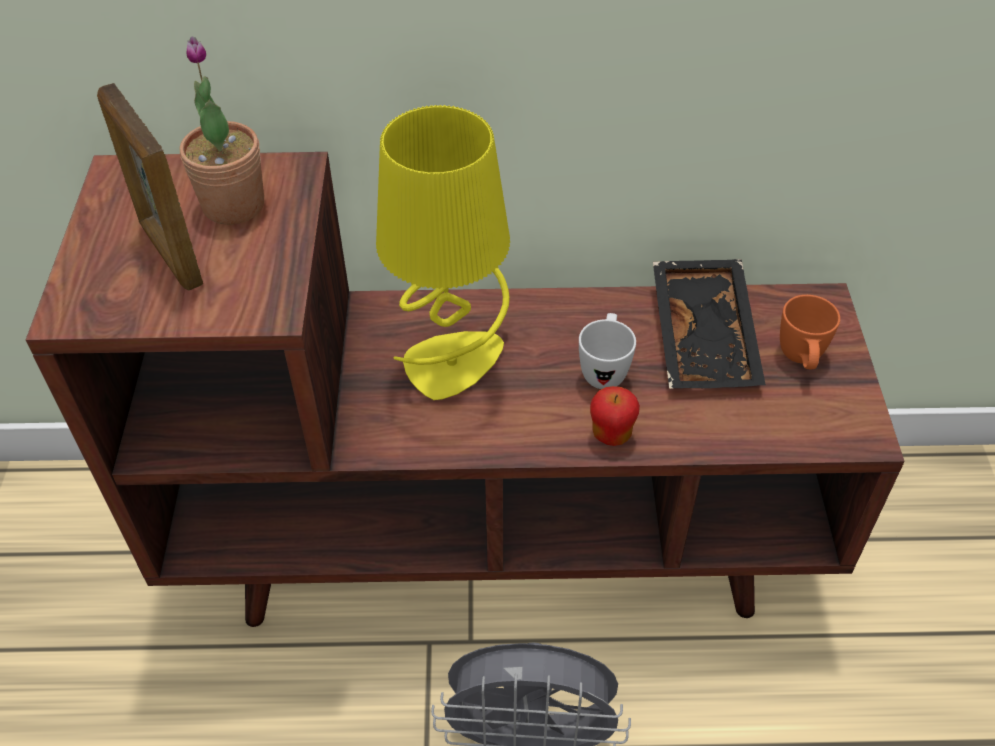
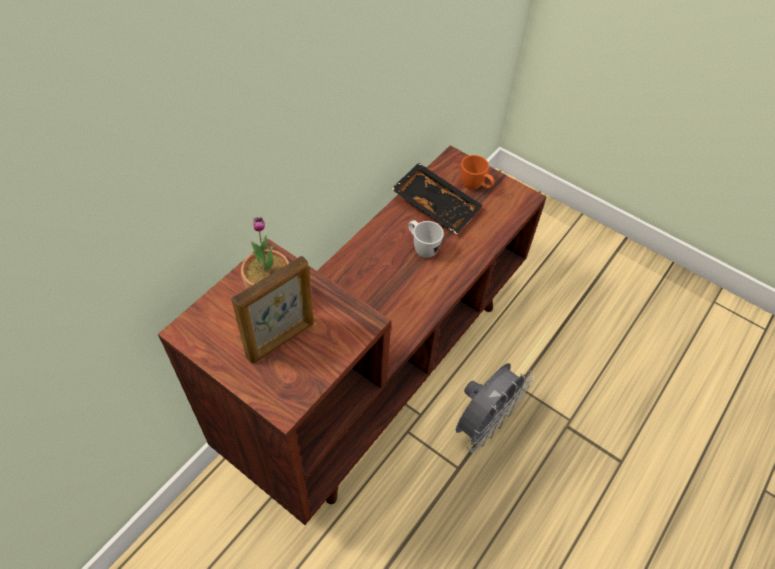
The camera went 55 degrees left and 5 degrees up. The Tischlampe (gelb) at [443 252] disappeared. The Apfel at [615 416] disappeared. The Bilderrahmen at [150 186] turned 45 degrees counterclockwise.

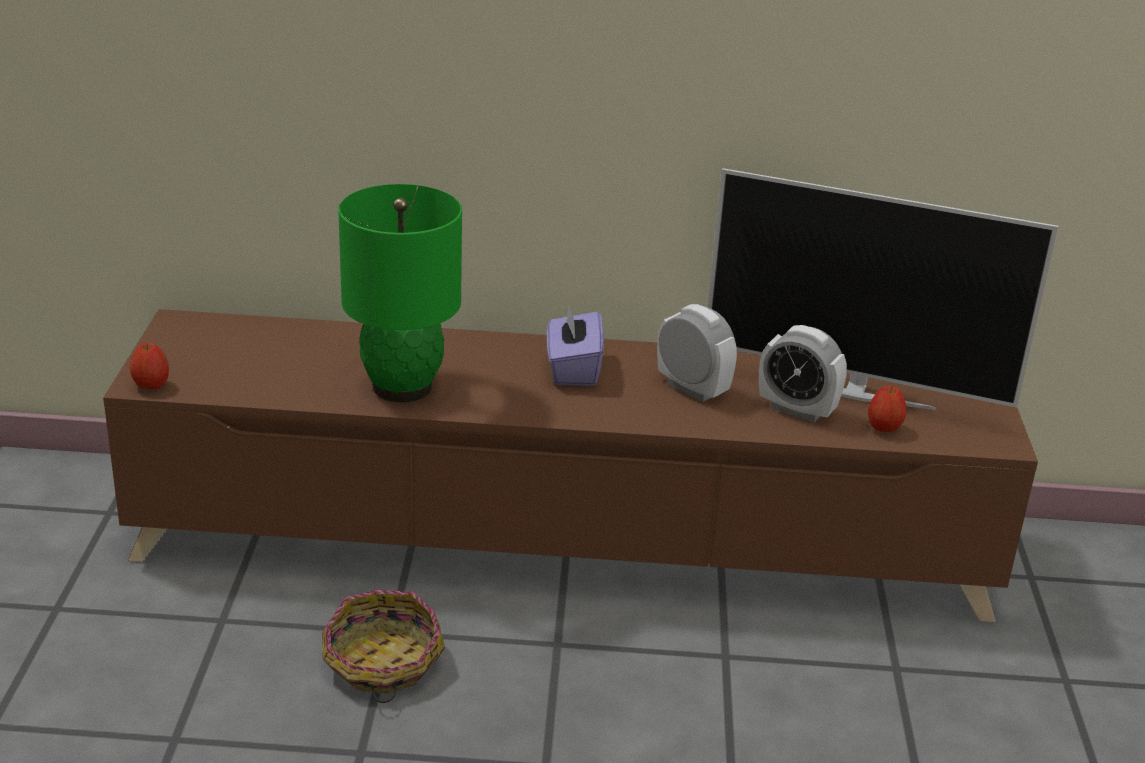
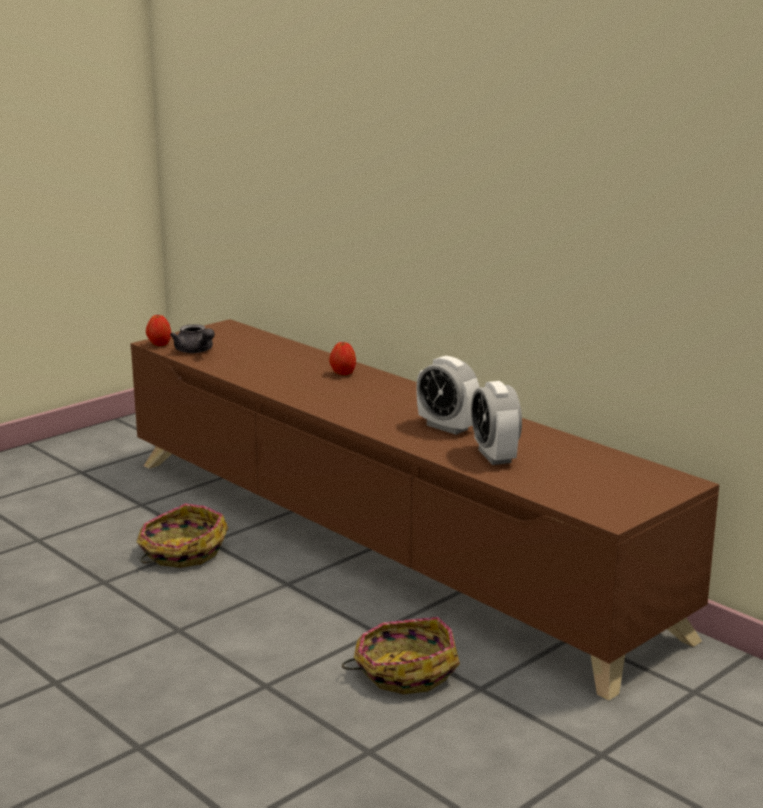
The camera went 45 degrees right and 10 degrees down. The Tischlampe (grün) at [400 293] disappeared. The Taschentuchbox (lila) at [575 345] disappeared. The Fernseher at [883 289] disappeared. The Teekanne (grau) at [192 338] appeared. The Korb at [401 655] appeared. The Apfel moved from [887 409] to [342 358]. The Wecker at [697 353] turned 135 degrees clockwise.

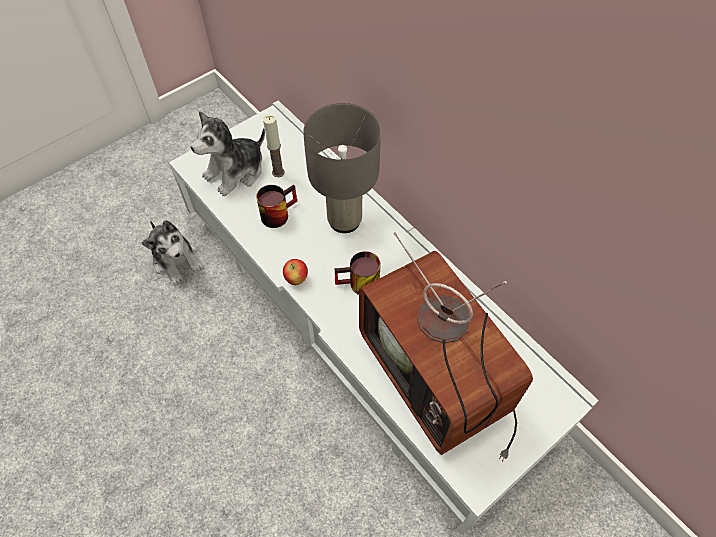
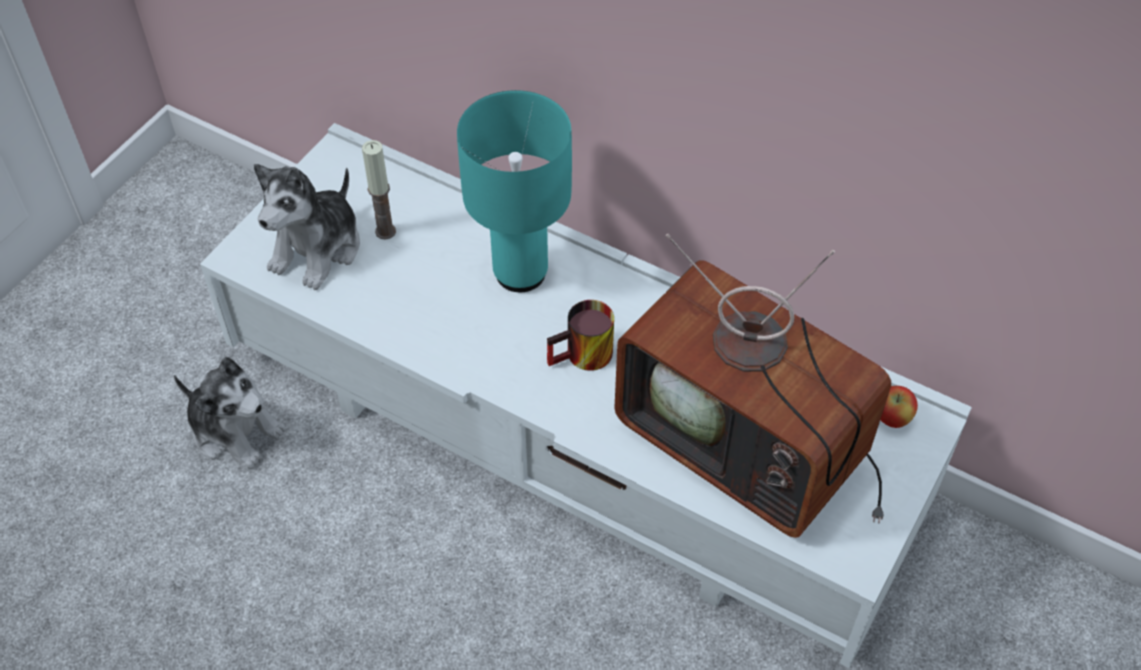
The camera went 20 degrees left and 5 degrees down. The Henkelbecher at [276 206] disappeared. The Apfel moved from [295 272] to [899 407]. The Tischlampe (grau) at [342 168] became the Tischlampe (türkis) at [514 191].

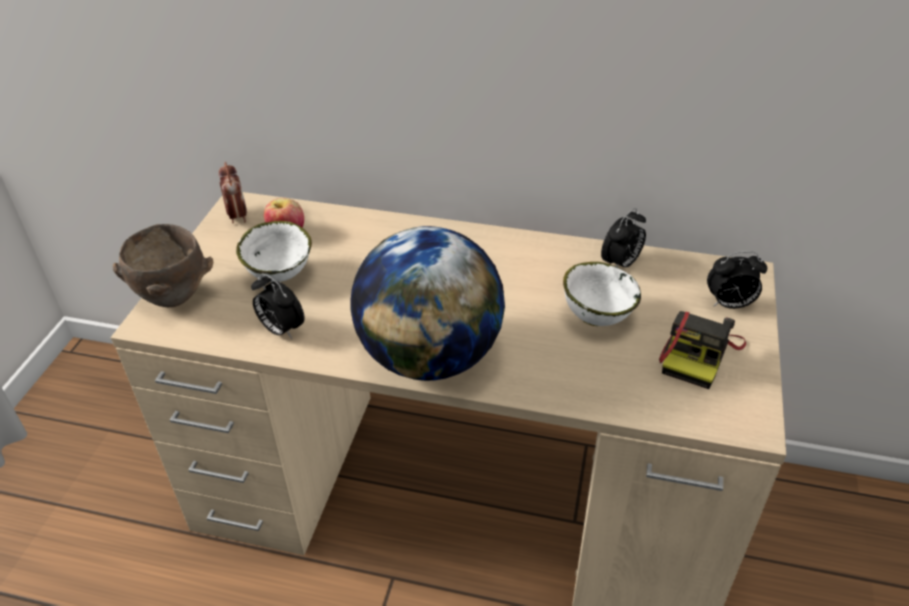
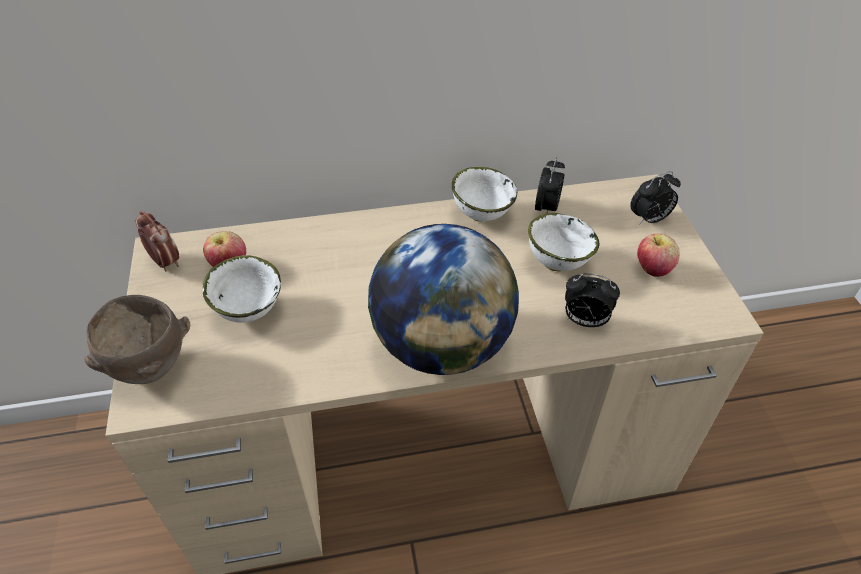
The camera went 25 degrees left and 5 degrees up. The Schüssel (weiß) at [484 194] appeared. The Wecker moved from [278 306] to [592 300]. The Kamera at [702 350] was replaced by the Apfel at [658 255].

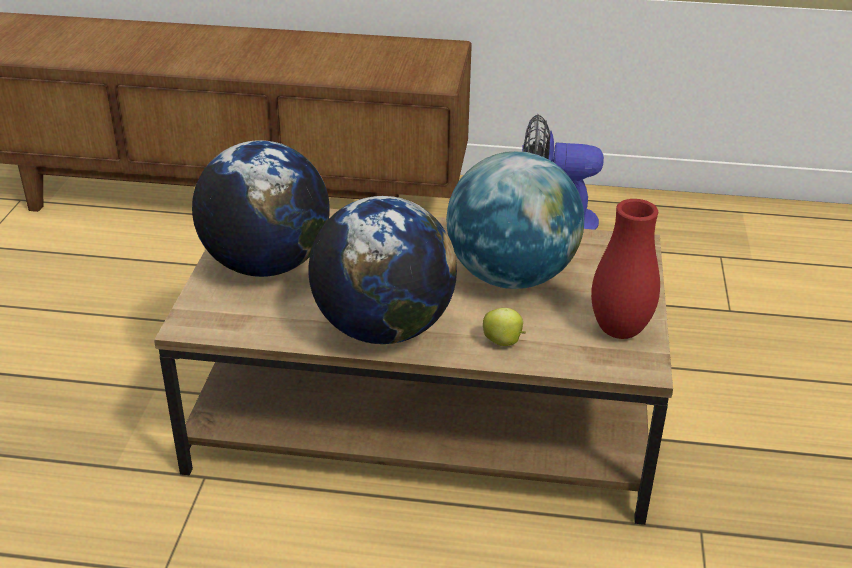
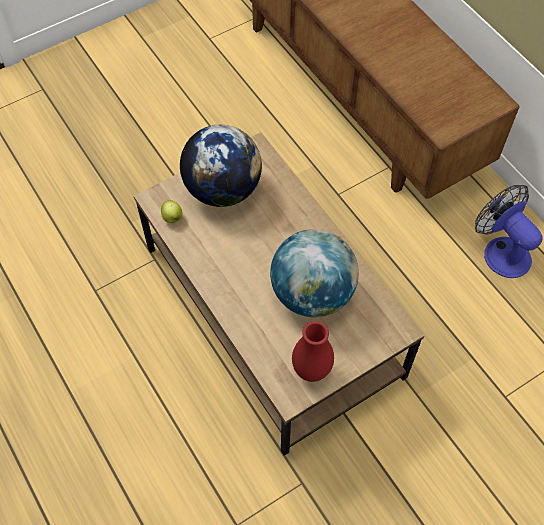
The camera went 50 degrees right and 25 degrees up. The Globus at [382 270] disappeared. The Apfel moved from [504 327] to [171 211].

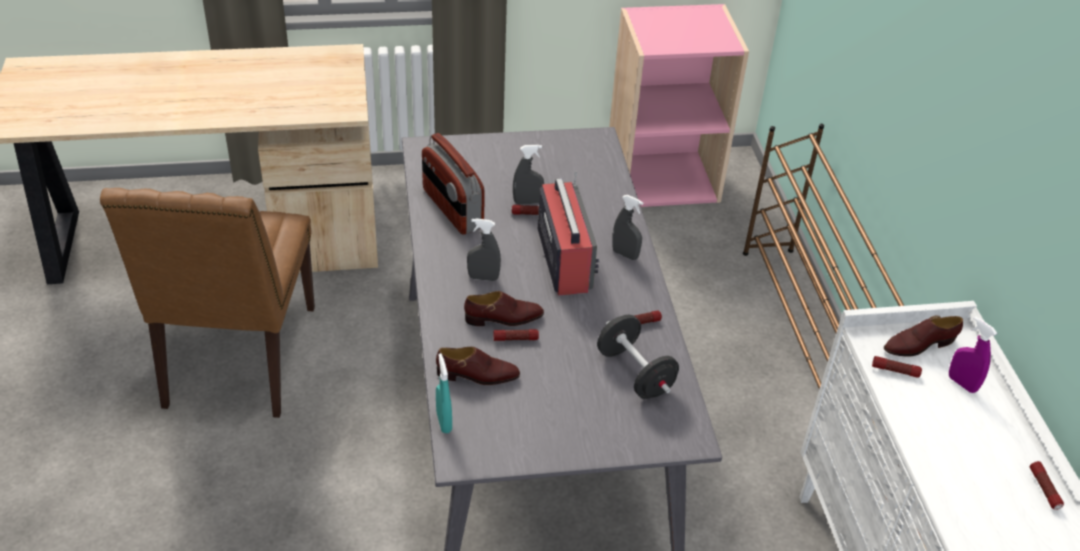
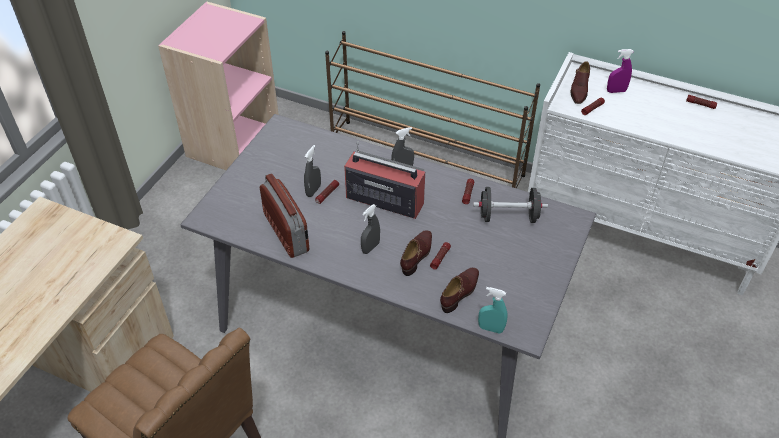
The camera went 55 degrees left and 5 degrees up. The Radio at [453 184] turned 120 degrees counterclockwise.

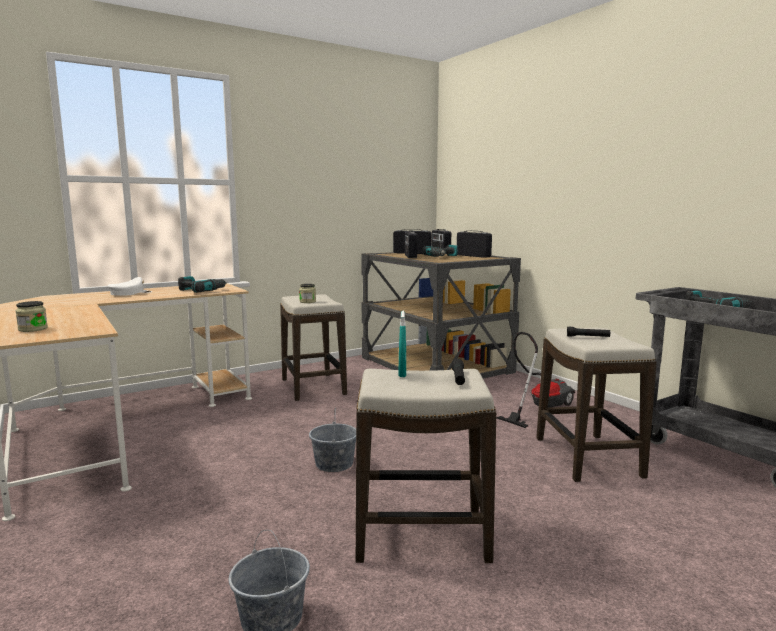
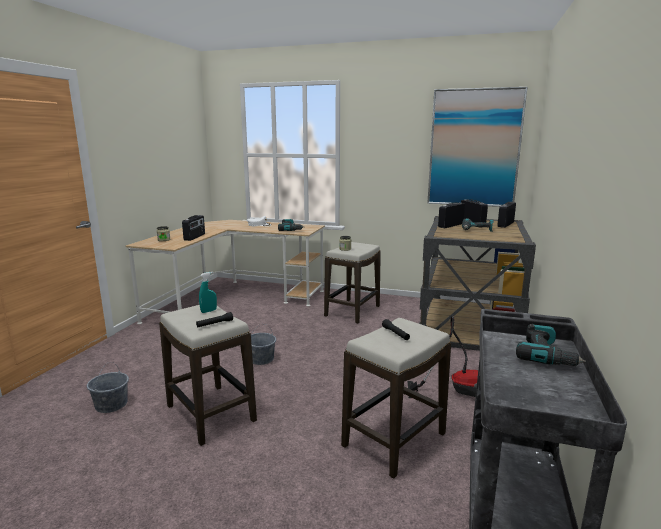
The camera went 50 degrees right and 5 degrees up. The Bild at [477 147] appeared. The Radio moved from [474 244] to [193 228].

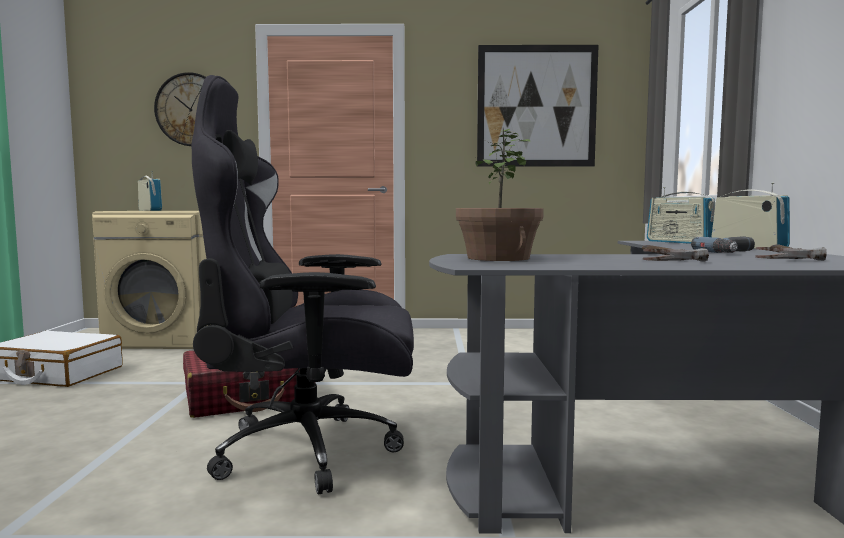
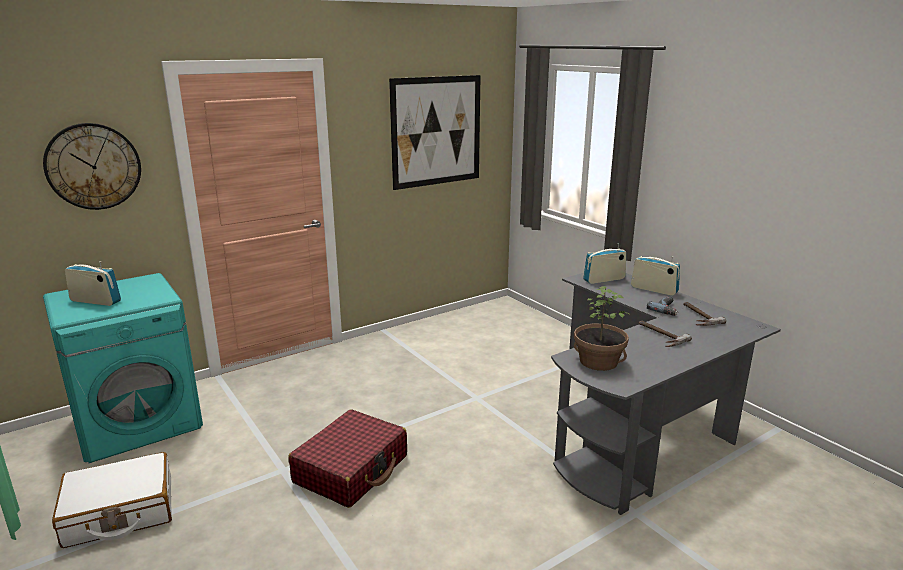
The camera went 35 degrees left and 15 degrees up. The Bürostuhl (schwarz) at [303 285] disappeared. The Waschmaschine (beige) at [150 280] became the Waschmaschine (türkis) at [123 368]. The Radio at [681 215] turned 135 degrees clockwise.

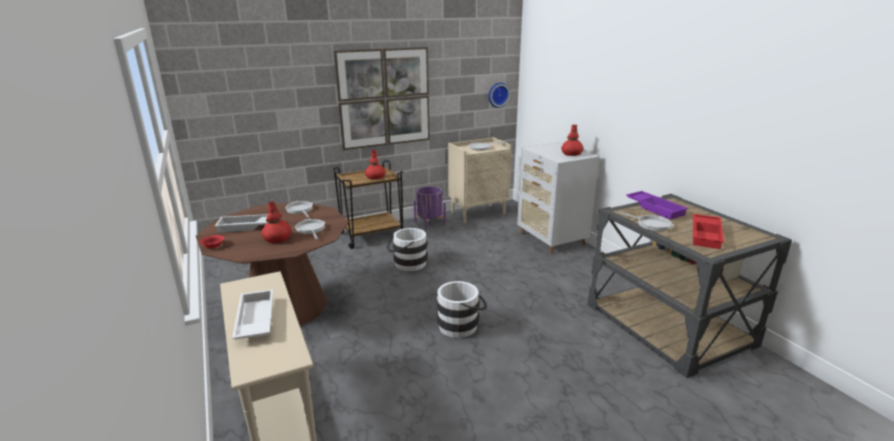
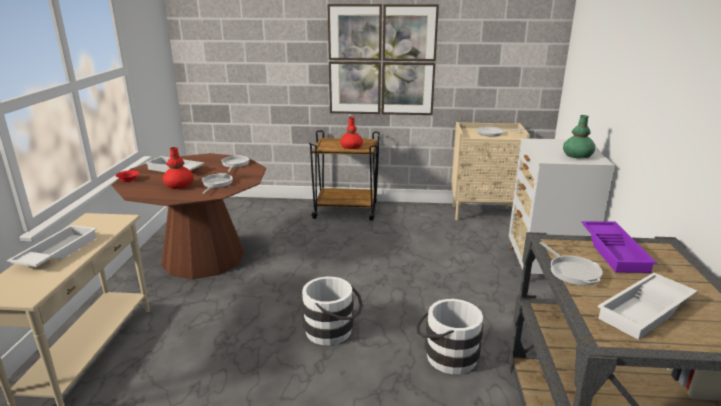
The camera went 30 degrees right and 0 degrees up. The Pflanzkübel (lila) at [430 208] disappeared. The Wanduhr at [499 95] disappeared. The Eimer (weiß) moved from [407 249] to [449 336]. The Vase (rot) at [572 140] became the Vase (grün) at [579 136]. The Tablett (rot) at [708 231] became the Tablett (weiß) at [647 306].

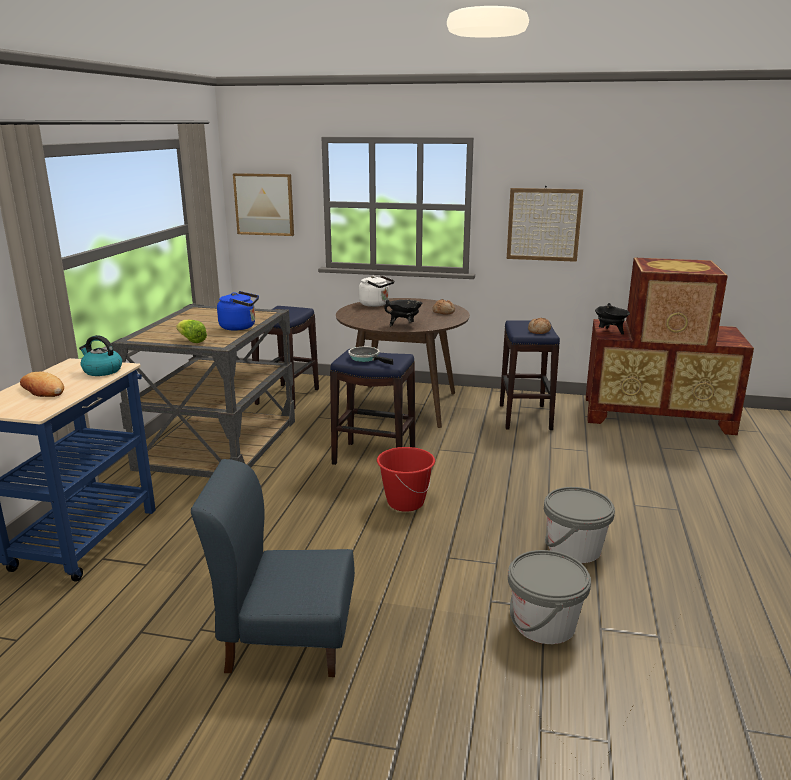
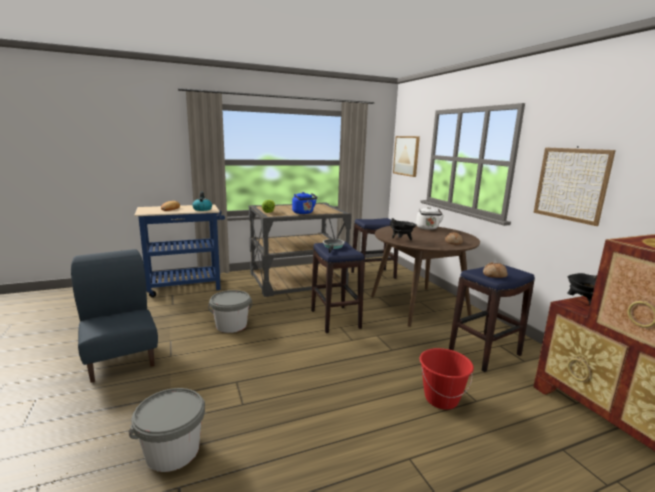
The camera went 55 degrees right and 5 degrees down. The Eimer (rot) moved from [406 479] to [447 379]. The Eimer (grau) moved from [579 525] to [230 311].

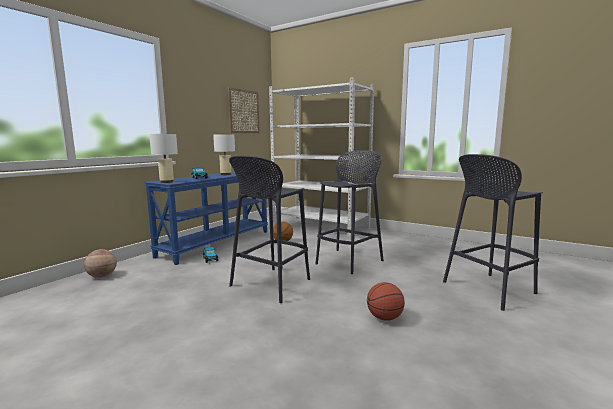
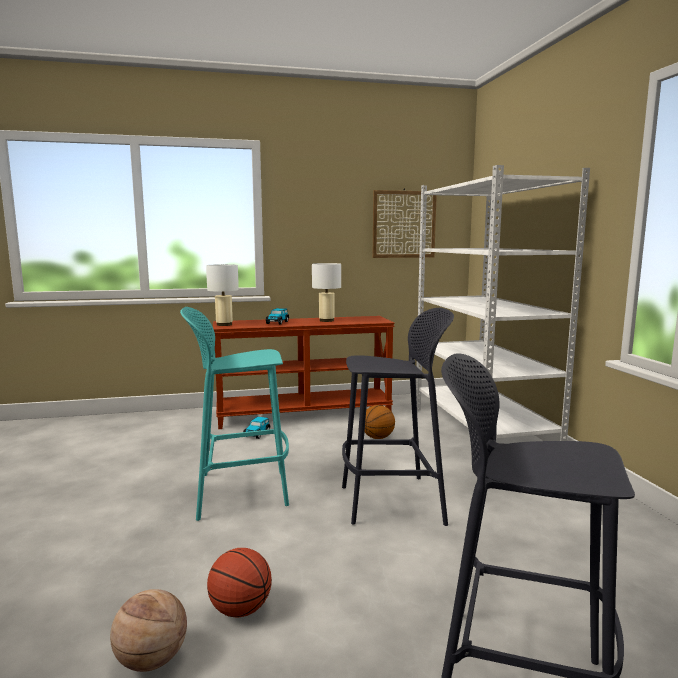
The camera went 45 degrees right and 0 degrees up. The Basketball moved from [100 263] to [148 630]. The Konsolentisch (blau) at [206 218] became the Konsolentisch (braun) at [304 372]. The Hocker (grau) at [269 229] became the Hocker (türkis) at [234 414].

